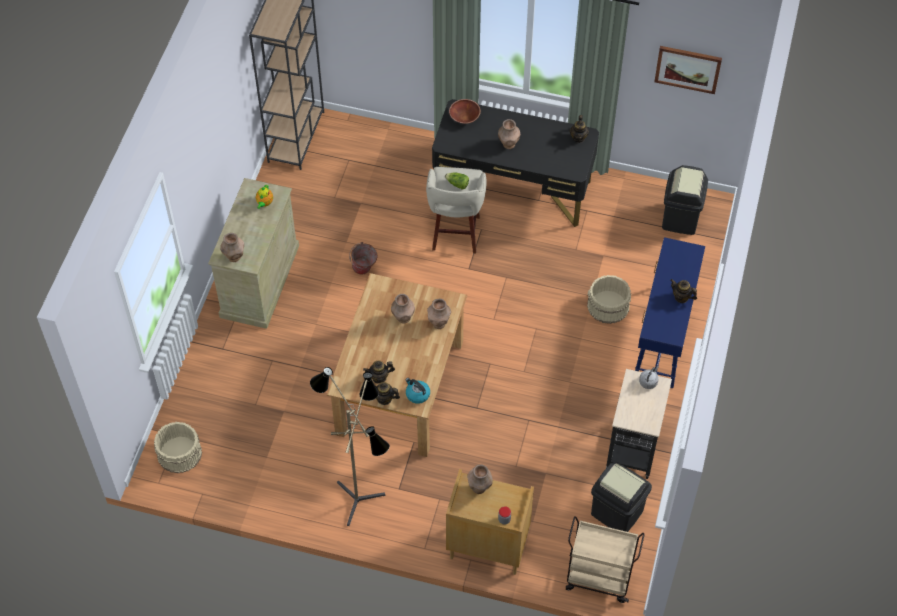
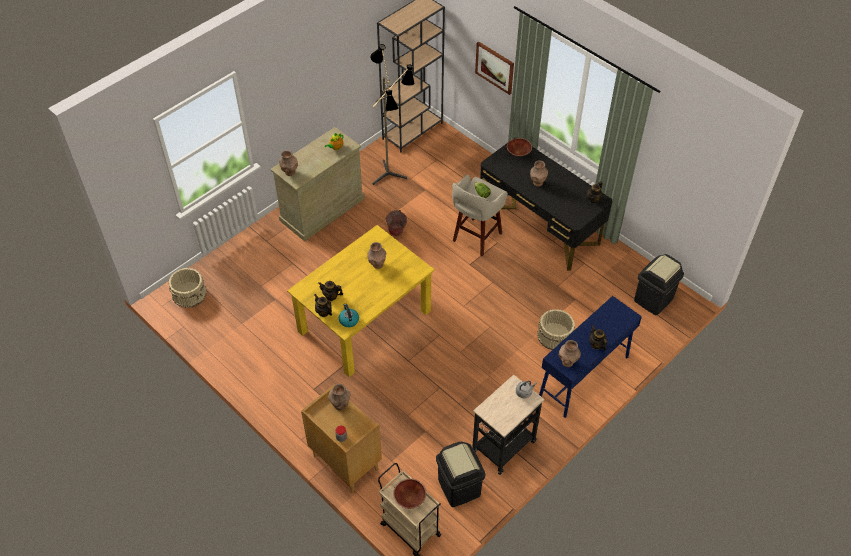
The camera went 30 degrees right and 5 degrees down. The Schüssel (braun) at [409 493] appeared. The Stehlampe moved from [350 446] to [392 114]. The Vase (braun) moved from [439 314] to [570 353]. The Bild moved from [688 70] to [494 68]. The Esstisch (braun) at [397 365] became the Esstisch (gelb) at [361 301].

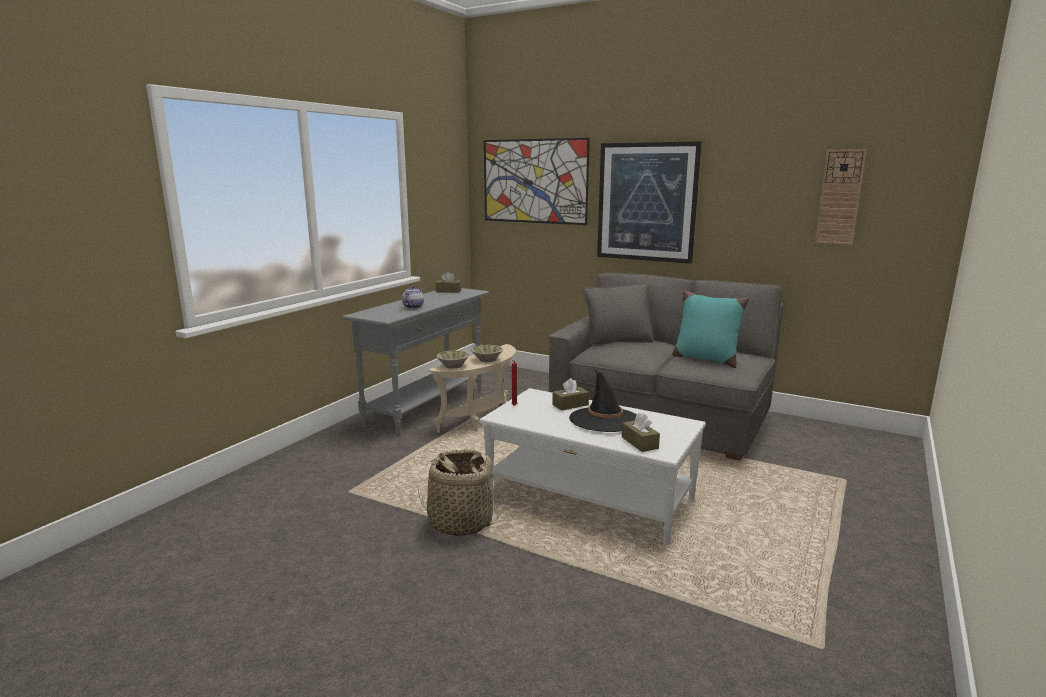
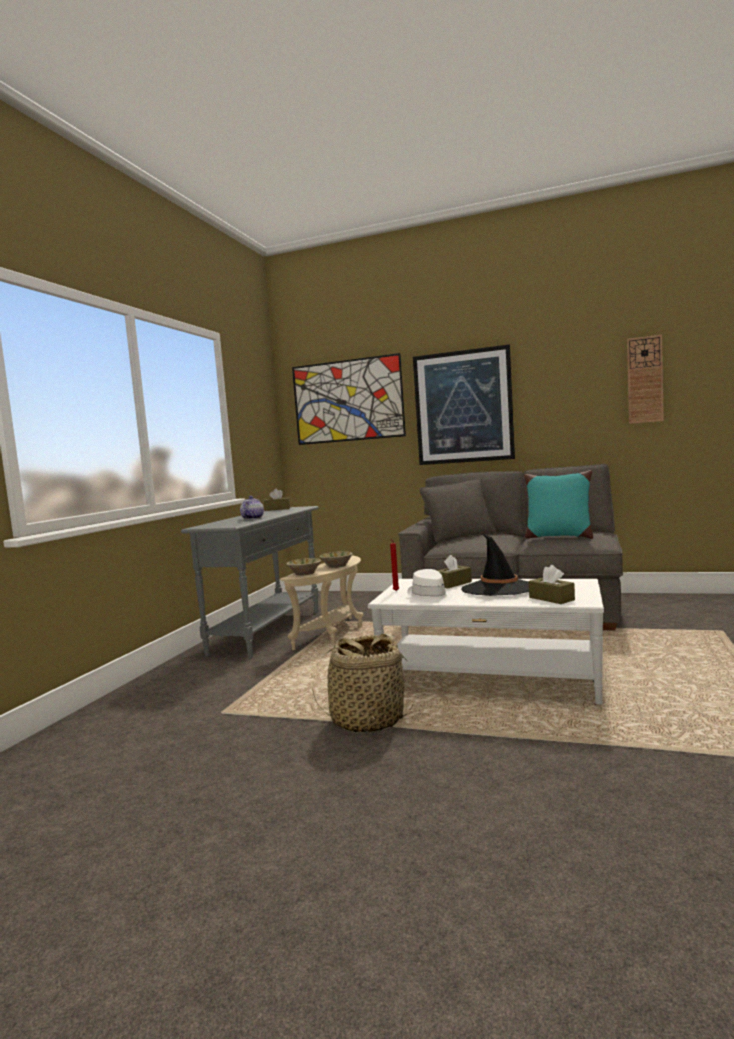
The camera went 10 degrees left and 10 degrees down. The Hut (weiß) at [429 585] appeared.

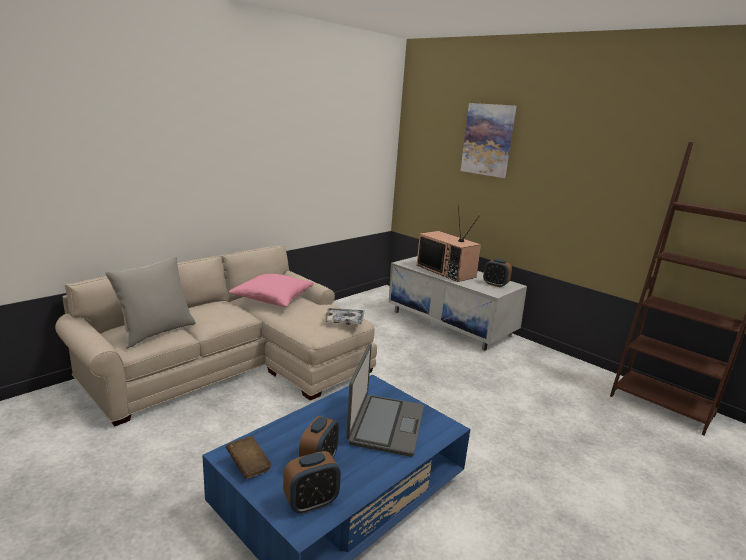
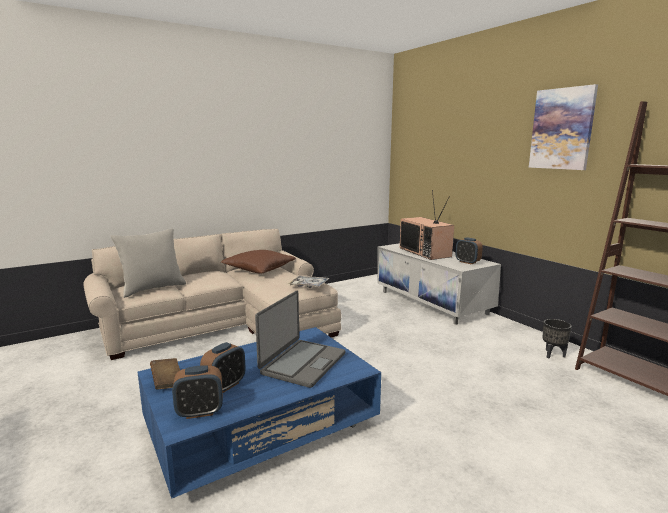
The camera went 15 degrees right and 5 degrees down. The Pflanzkübel (schwarz) at [557 338] appeared. The Bild moved from [488 140] to [563 127]. The Kissen (rosa) at [271 290] became the Kissen (braun) at [258 262].

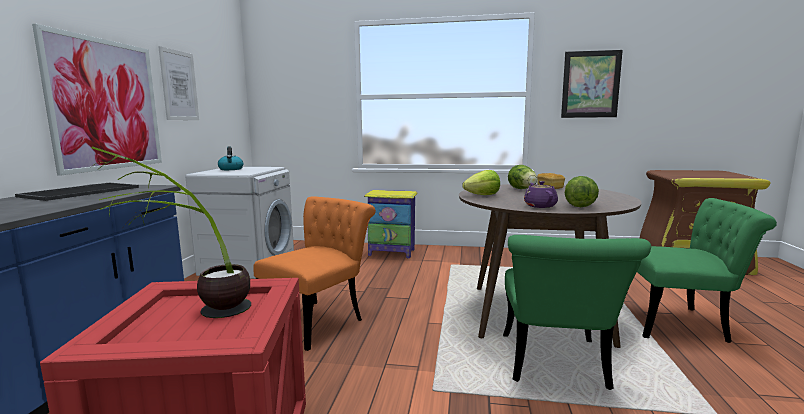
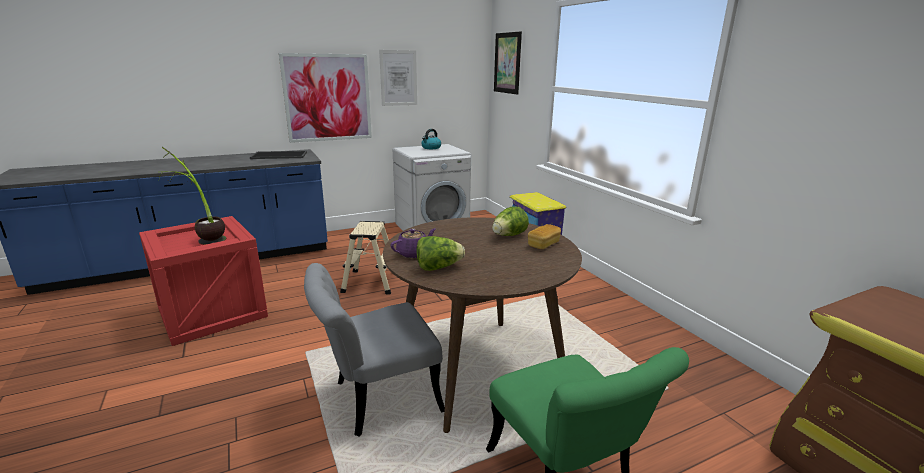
The camera went 55 degrees right and 10 degrees up. The Salatkopf at [481 182] disappeared. The Bild moved from [592 84] to [508 63]. The Stuhl (orange) at [315 273] was replaced by the Trittleiter (beige) at [365 258]. The Stuhl (grün) at [577 312] became the Stuhl (grau) at [374 350].

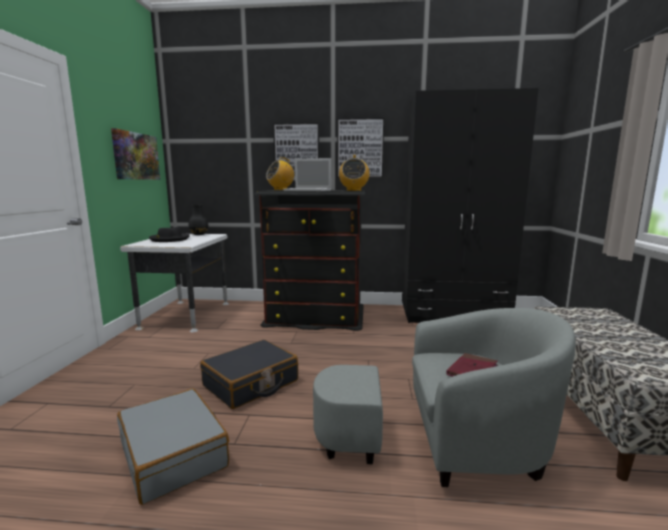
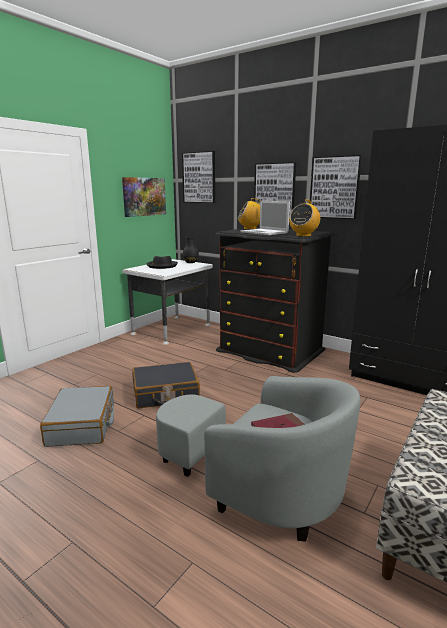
The camera went 30 degrees right and 5 degrees up. The Bild at [198 177] appeared.

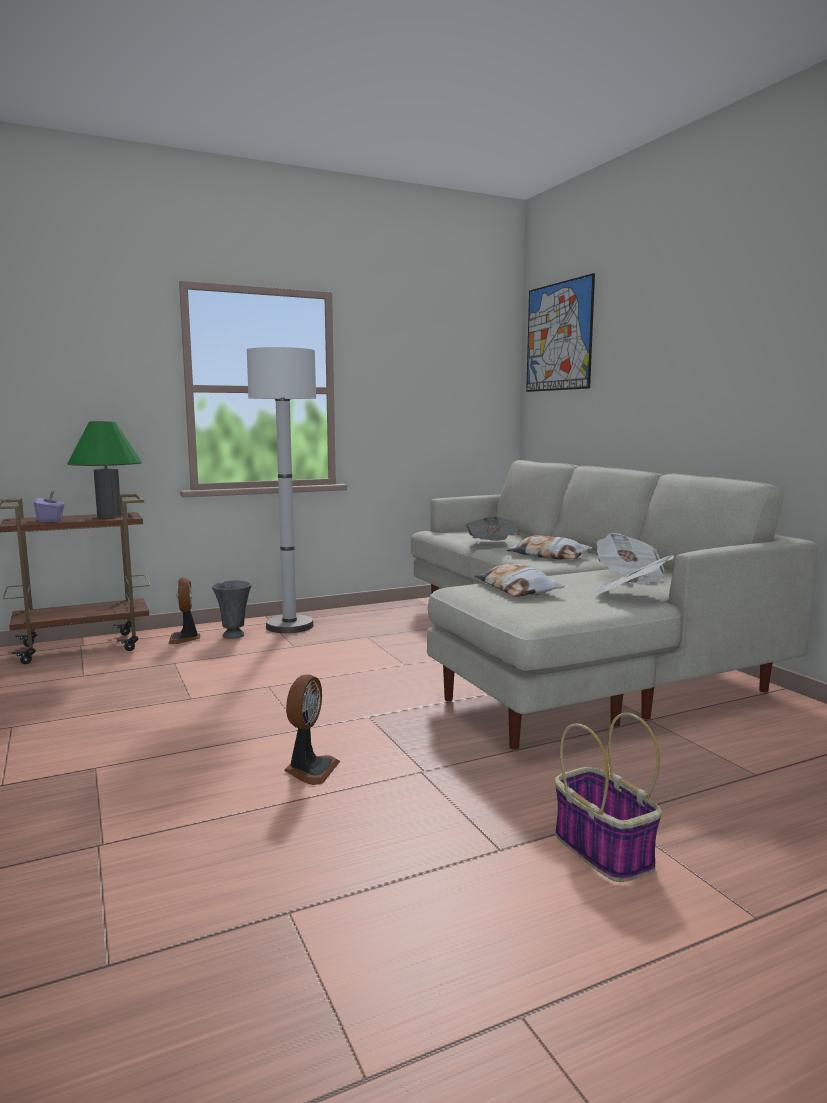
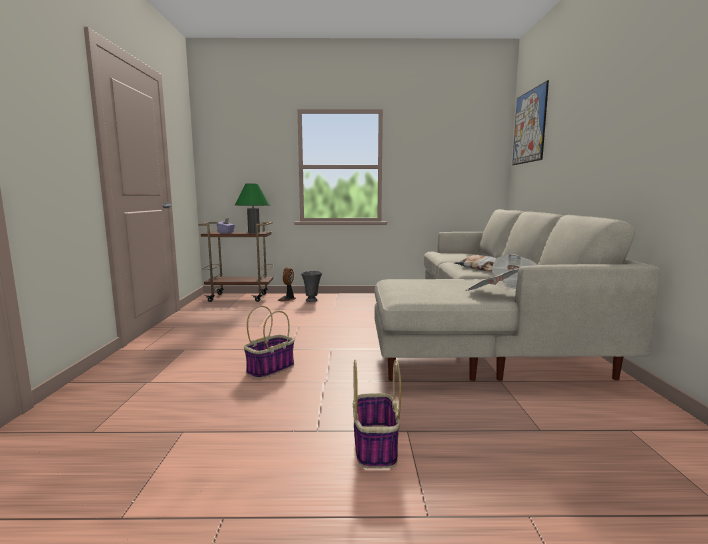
The camera went 25 degrees right and 0 degrees up. The Stehlampe (weiß) at [281 490] disappeared. The Zeitung at [492 529] disappeared. The Kissen at [519 580] disappeared. The Ventilator at [312 729] was replaced by the Korb at [269 342].

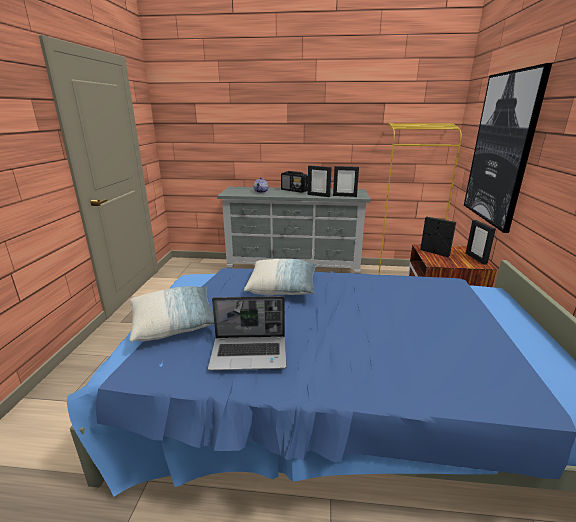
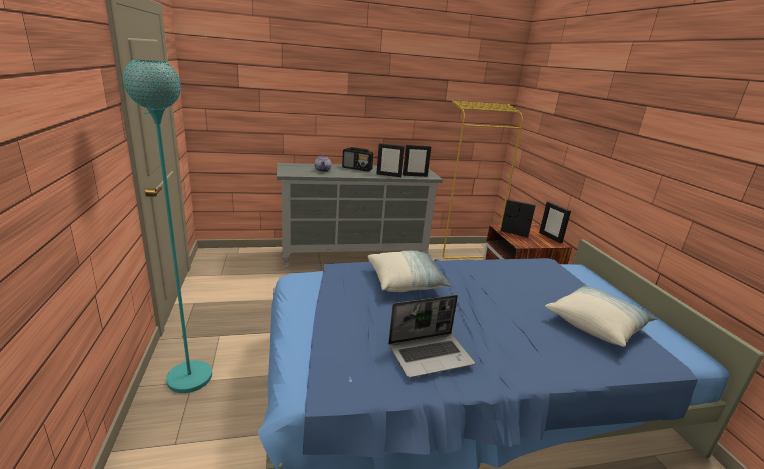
The camera went 20 degrees left and 0 degrees up. The Bild at [508 148] disappeared. The Stehlampe (türkis) at [167 226] appeared. The Kissen moved from [172 314] to [601 316].

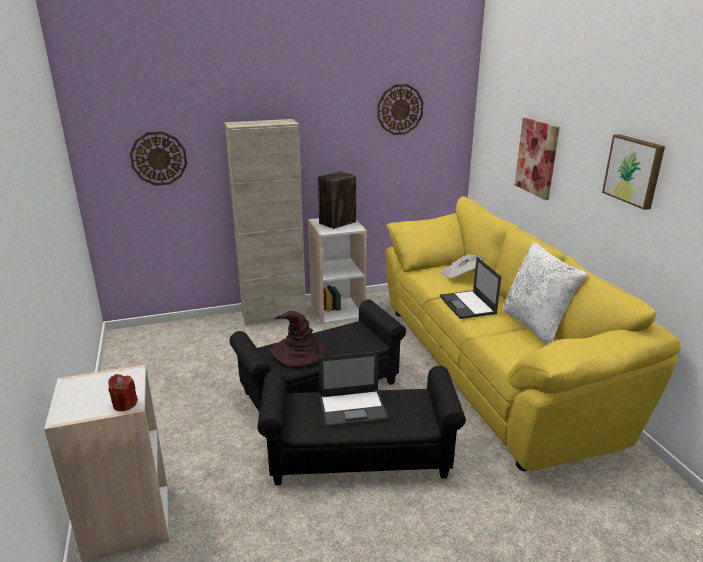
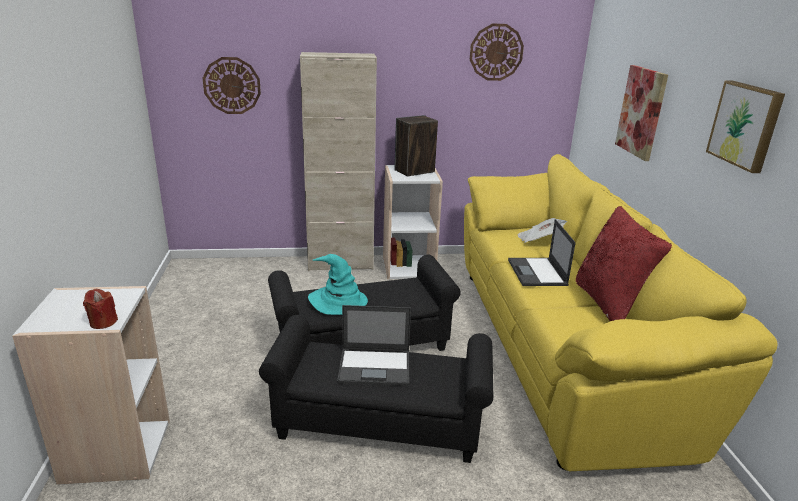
The camera went 10 degrees right and 0 degrees up. The Hut (braun) at [298 338] became the Hut (türkis) at [338 284]. The Kissen (weiß) at [545 293] became the Kissen (rot) at [624 263].

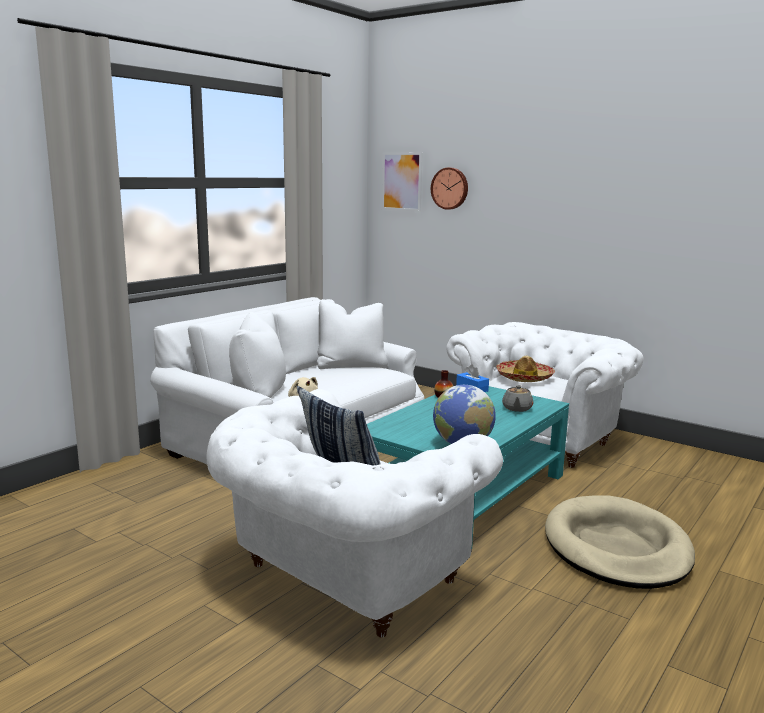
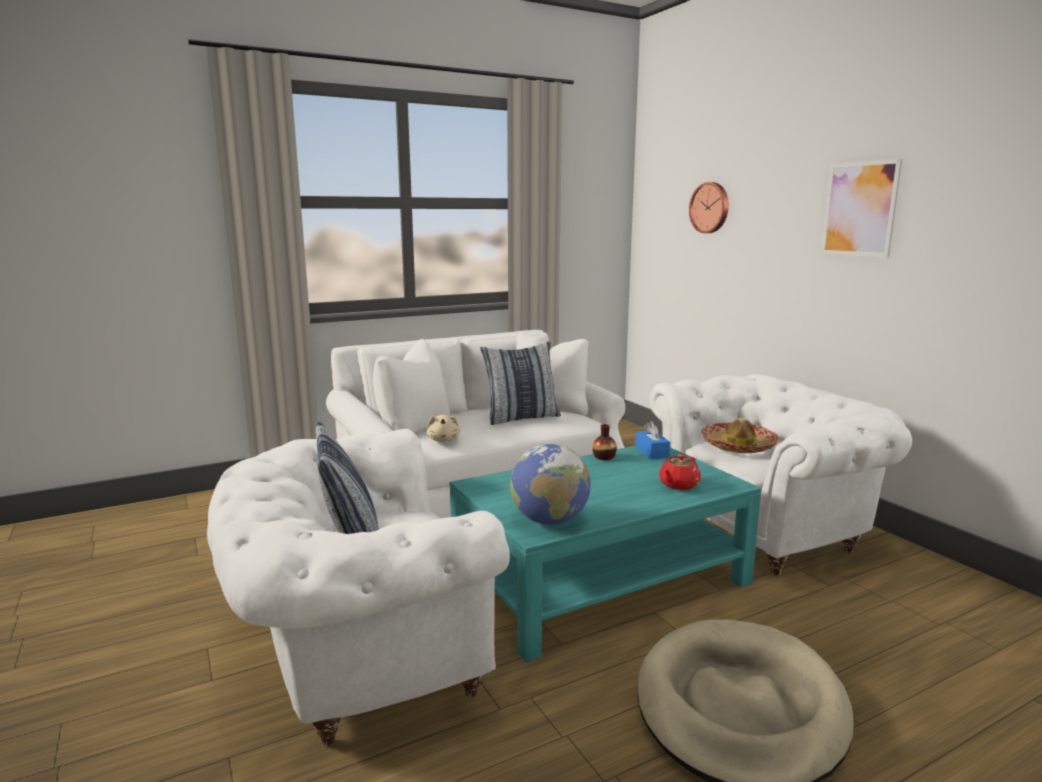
The camera went 25 degrees right and 0 degrees up. The Kissen at [520 383] appeared. The Bild moved from [402 182] to [861 208]. The Teekanne (grau) at [518 398] became the Teekanne (rot) at [680 472].

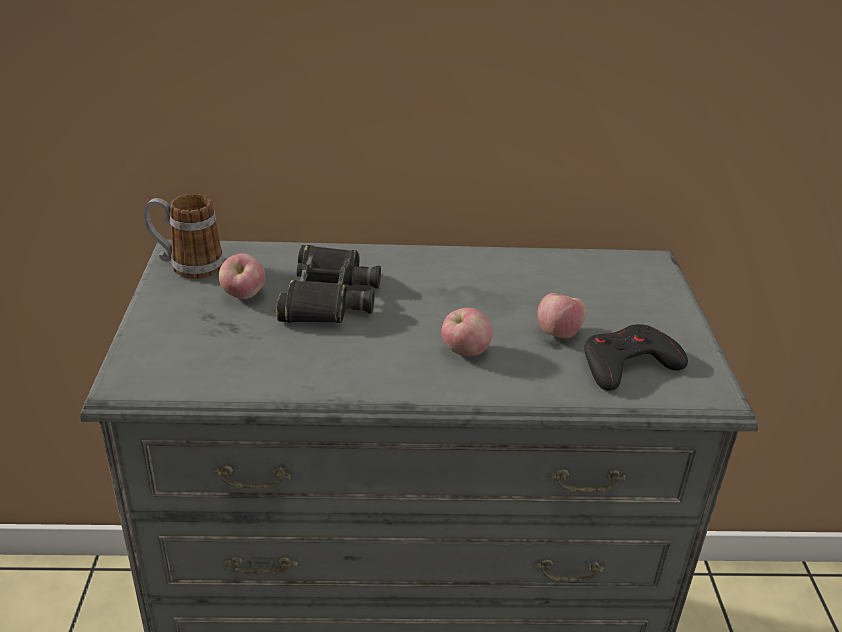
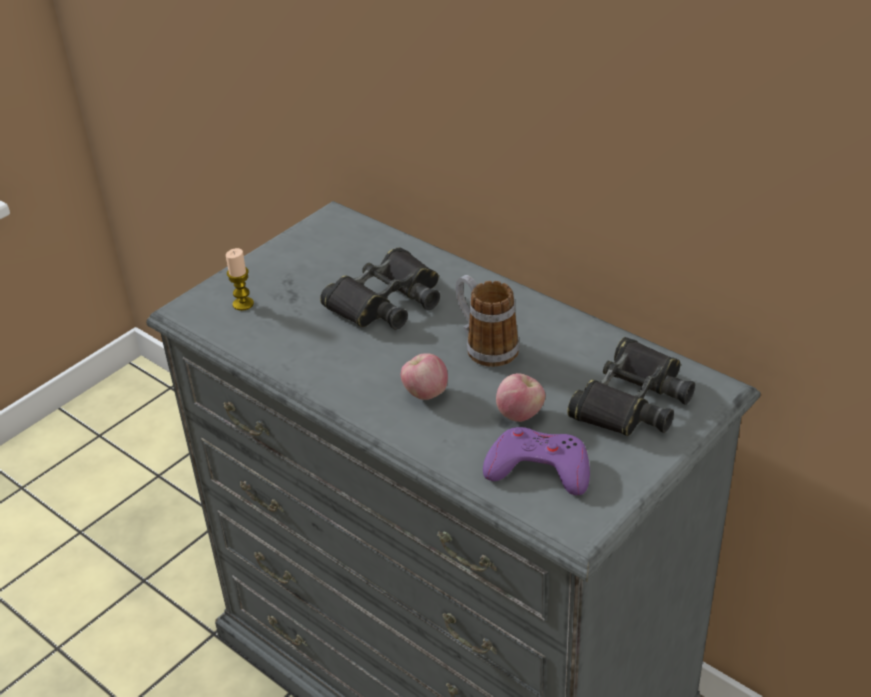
The camera went 45 degrees right and 5 degrees up. The Apfel at [242 276] disappeared. The Kerze at [240 279] appeared. The Fernglas (schwarz) at [631 386] appeared. The Henkelbecher moved from [183 236] to [487 321]. The Gamepad (schwarz) at [636 357] became the Gamepad (lila) at [536 461].

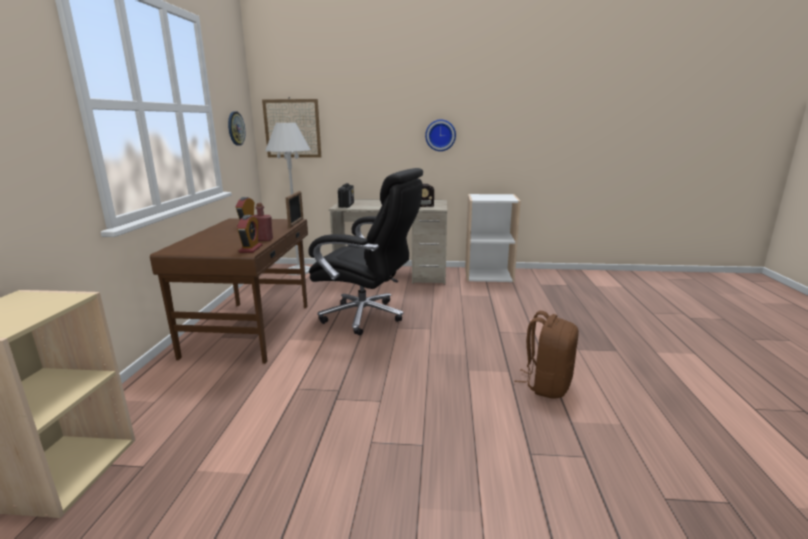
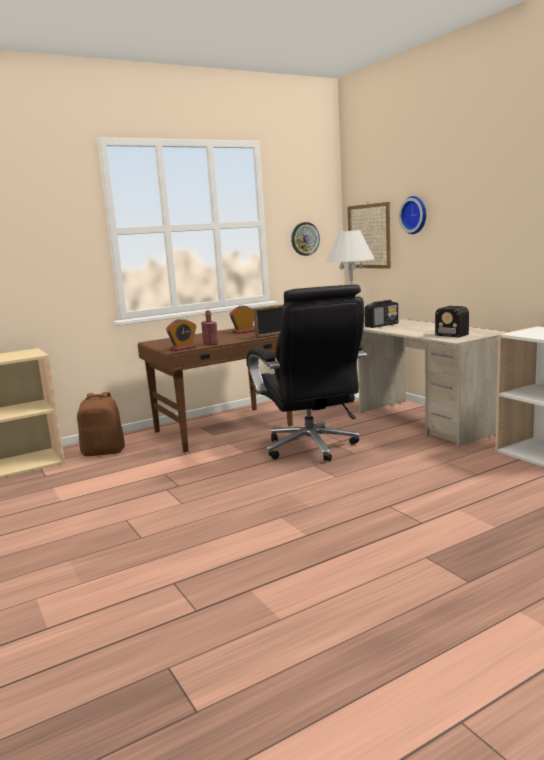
The camera went 55 degrees right and 5 degrees down. The Wanduhr moved from [440 135] to [412 215]. The Rucksack (braun) moved from [546 355] to [101 424].

